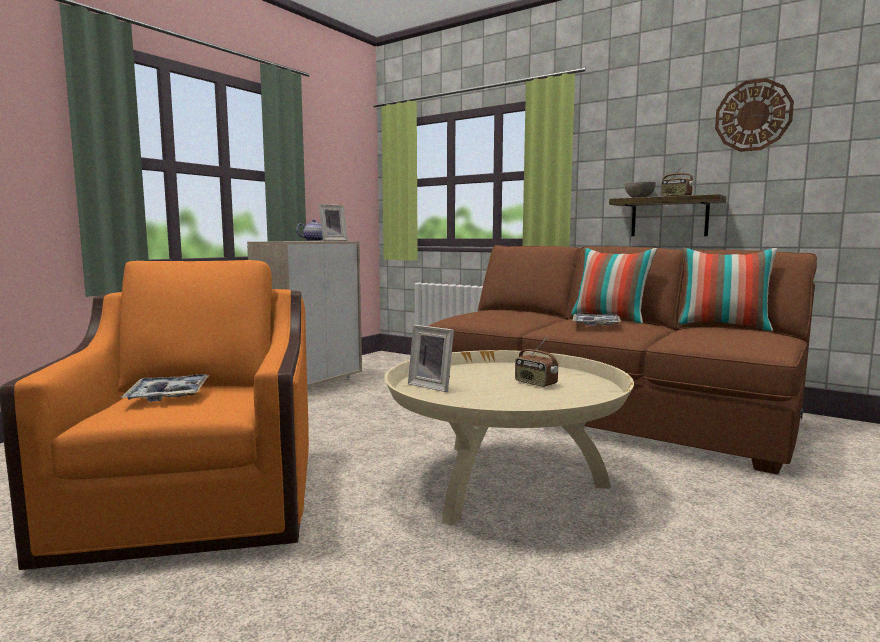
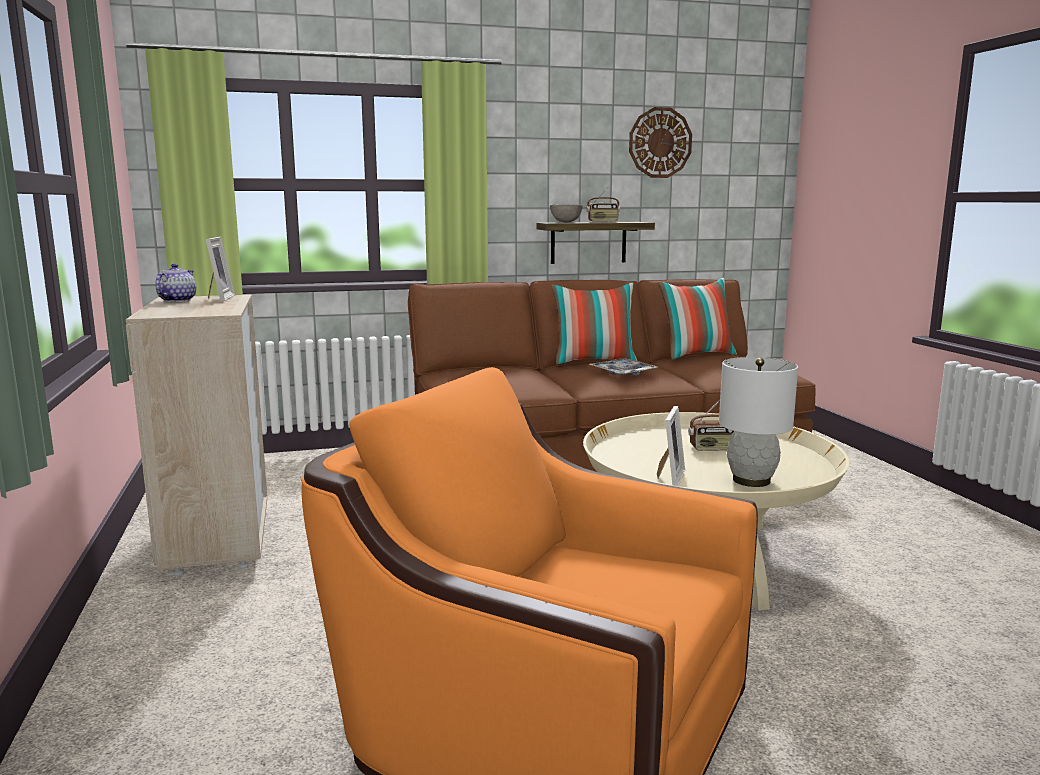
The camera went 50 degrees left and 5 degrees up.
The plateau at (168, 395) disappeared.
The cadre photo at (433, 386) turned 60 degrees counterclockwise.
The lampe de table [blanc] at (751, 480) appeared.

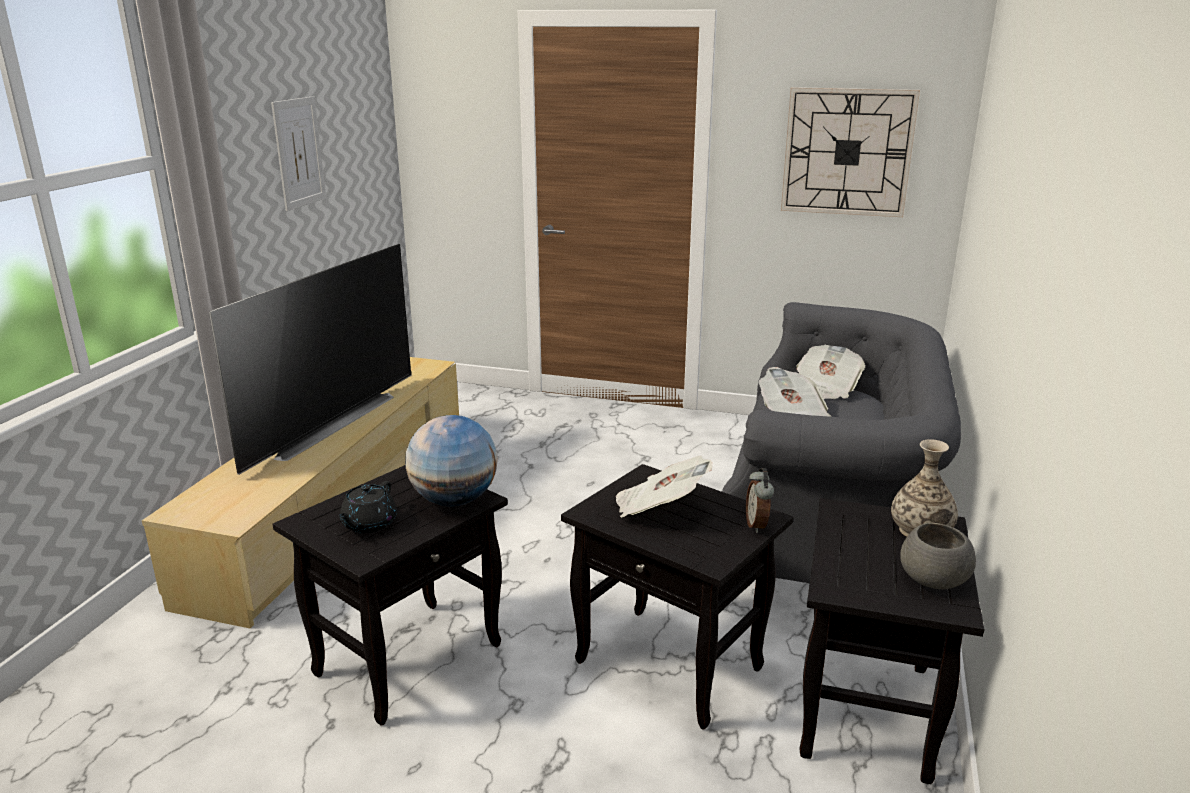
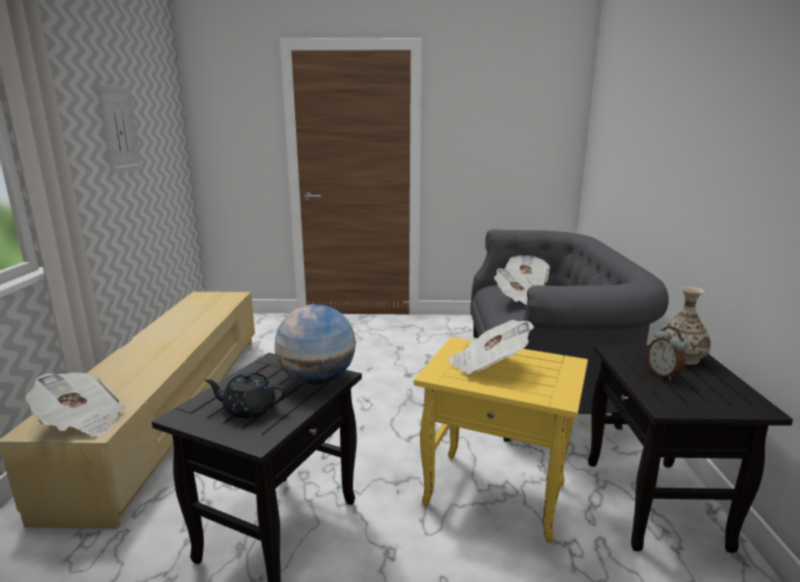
The camera went 15 degrees left and 5 degrees down.
The téléviseur at (326, 422) disappeared.
The théière [noir] at (368, 524) turned 90 degrees clockwise.
The table d'appoint [noir] at (672, 665) became the table d'appoint [jaune] at (497, 494).
The réveil moved from (757, 525) to (663, 374).
The horloge murale at (847, 152) disappeared.
The bol [gris] at (932, 580) disappeared.
The journal at (81, 422) appeared.

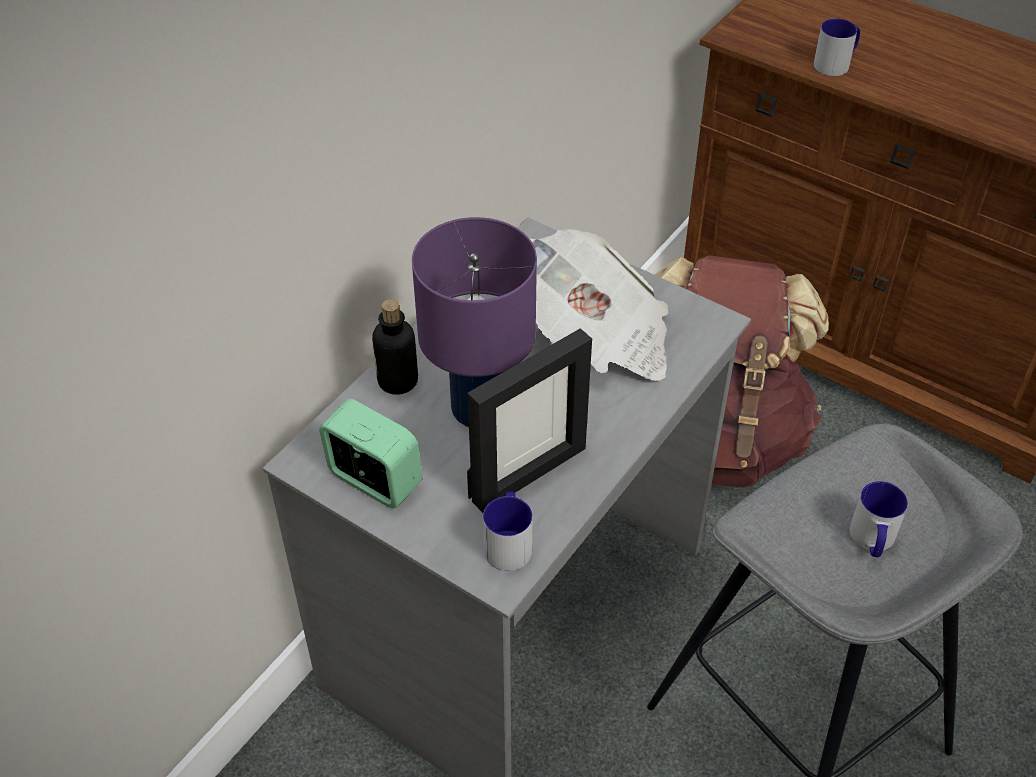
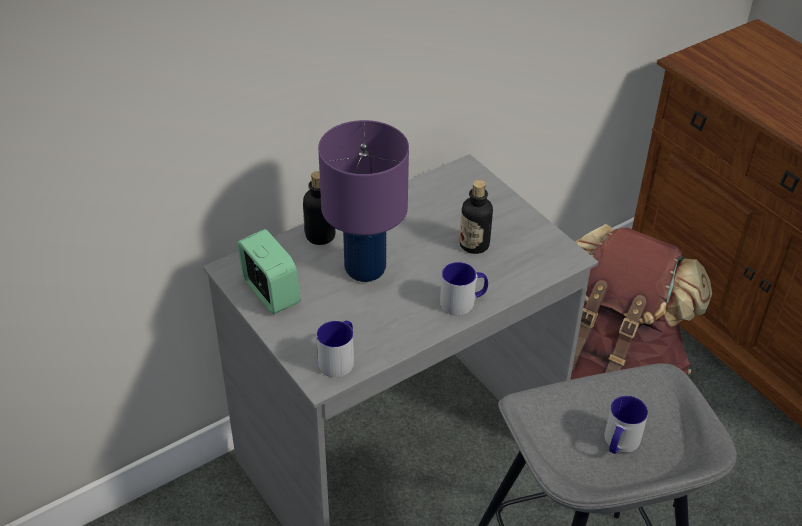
The camera went 20 degrees right and 5 degrees down.
The cadre photo at (527, 473) disappeared.
The journal at (596, 338) was replaced by the bouteille at (474, 245).
The mug moved from (836, 63) to (463, 302).

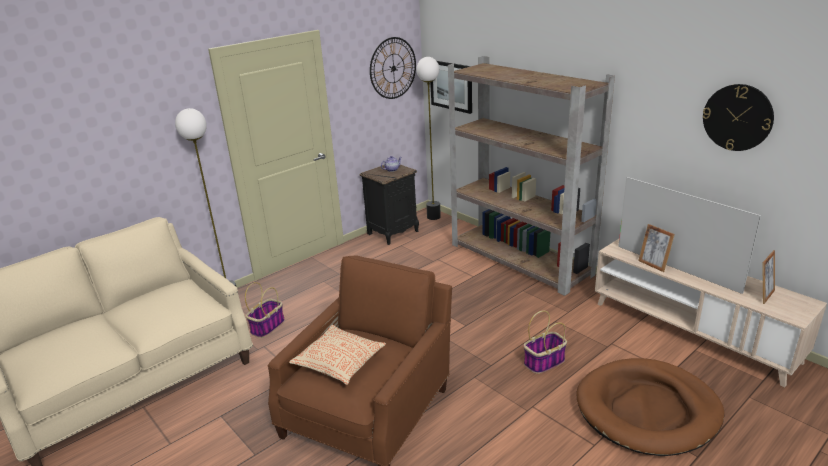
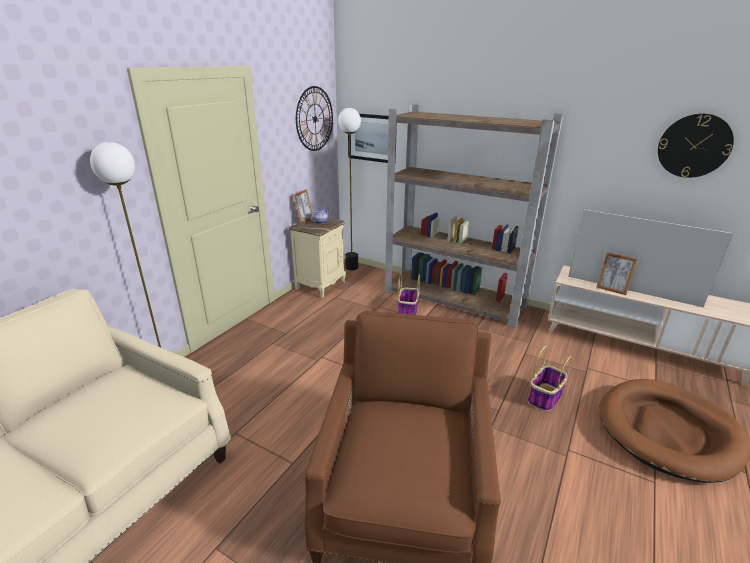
The camera went 20 degrees left and 0 degrees up.
The panier moved from (268, 326) to (407, 310).
The coussin [beige] at (340, 363) disappeared.
The table de chevet [noir] at (393, 233) became the table de chevet [beige] at (321, 285).
The cadre photo moved from (764, 295) to (304, 220).

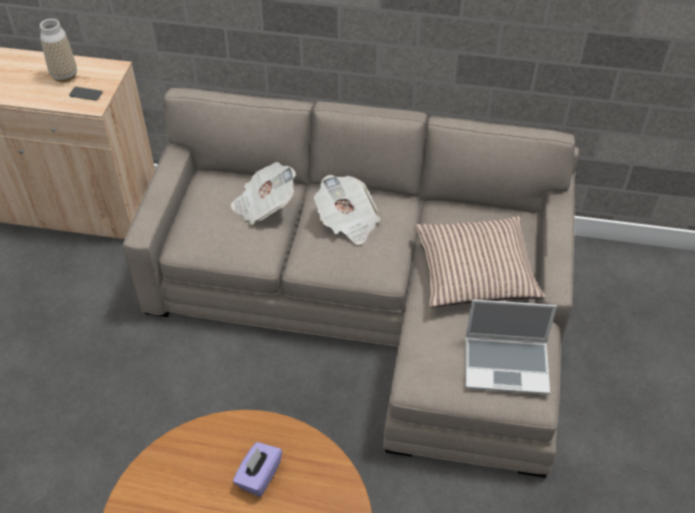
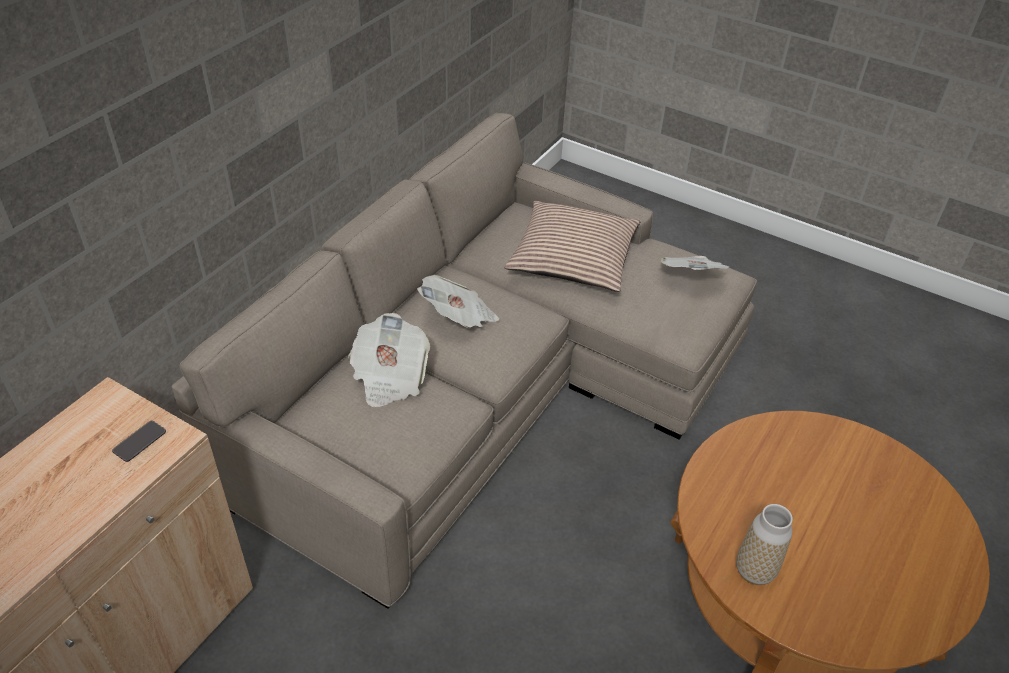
The camera went 70 degrees left and 5 degrees down.
The vase moved from (64, 76) to (754, 571).
The boîte à mouchoirs [violet] at (259, 476) disappeared.
The ordinateur portable at (507, 365) was replaced by the journal at (691, 277).

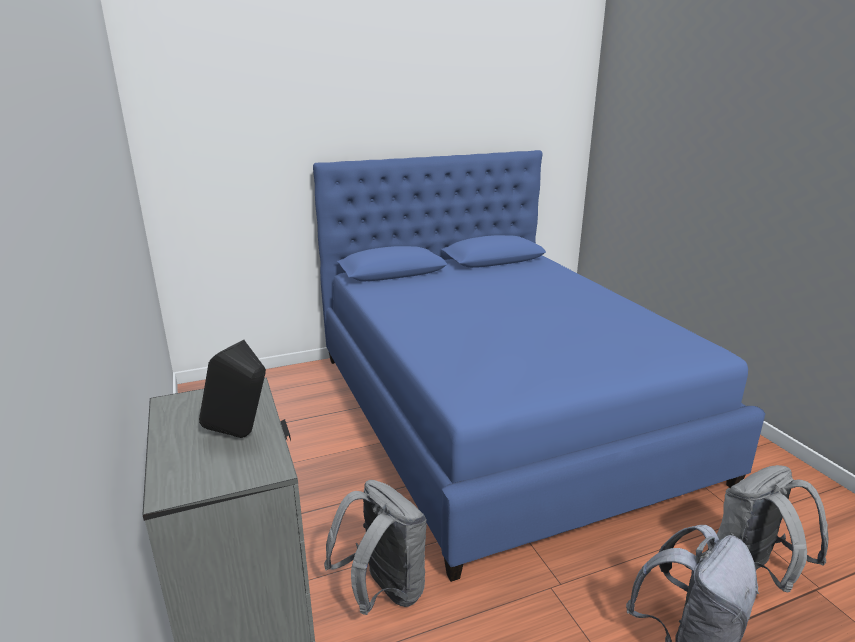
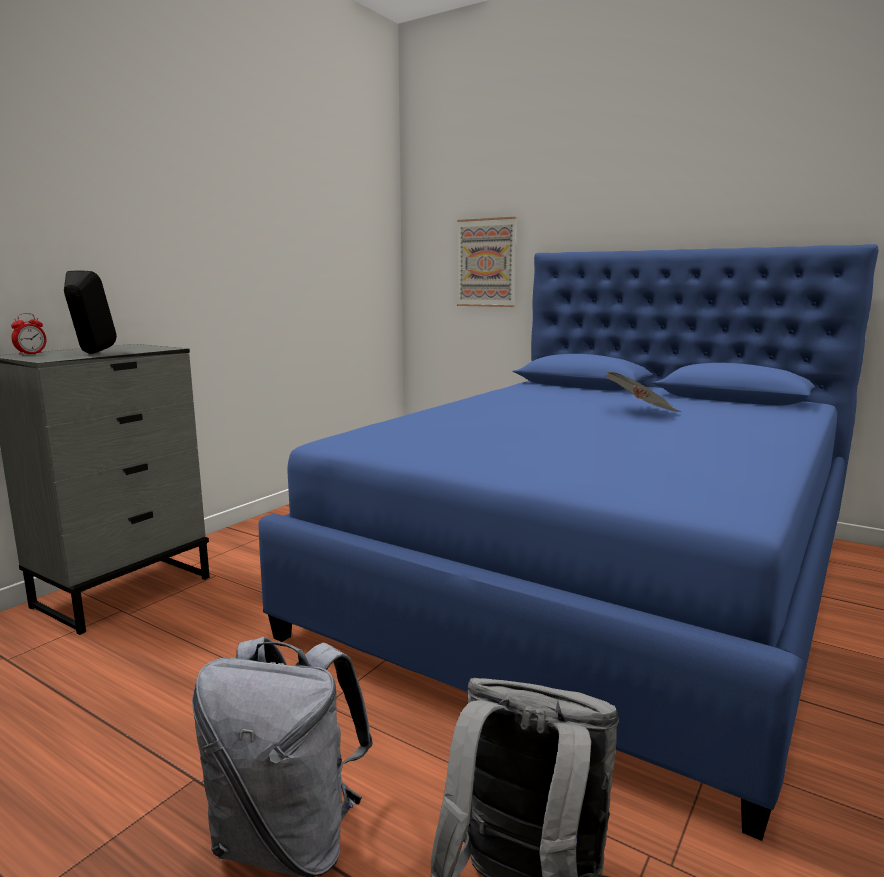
The camera went 55 degrees right and 10 degrees down.
The sac à dos [gris] at (383, 591) disappeared.
The réveil at (31, 354) appeared.
The tableau at (486, 263) appeared.
The journal at (641, 412) appeared.

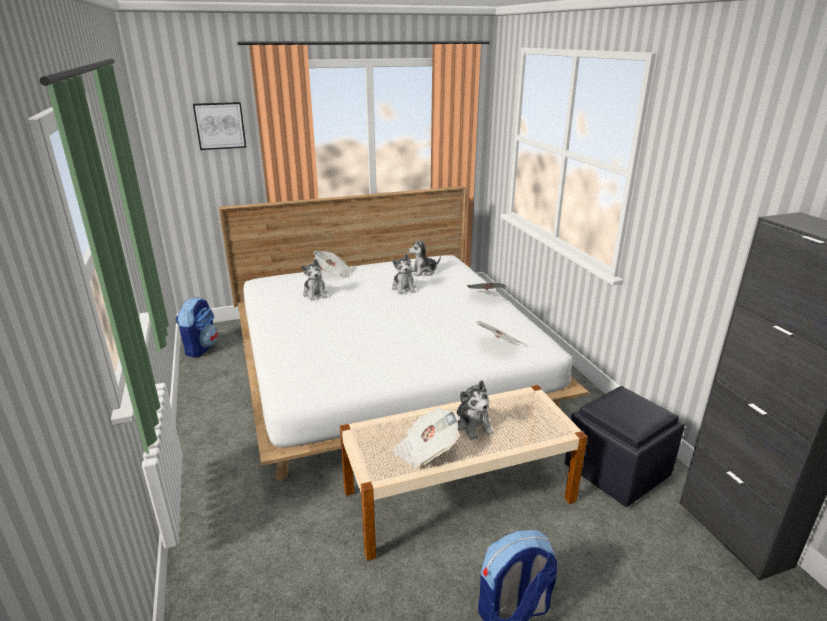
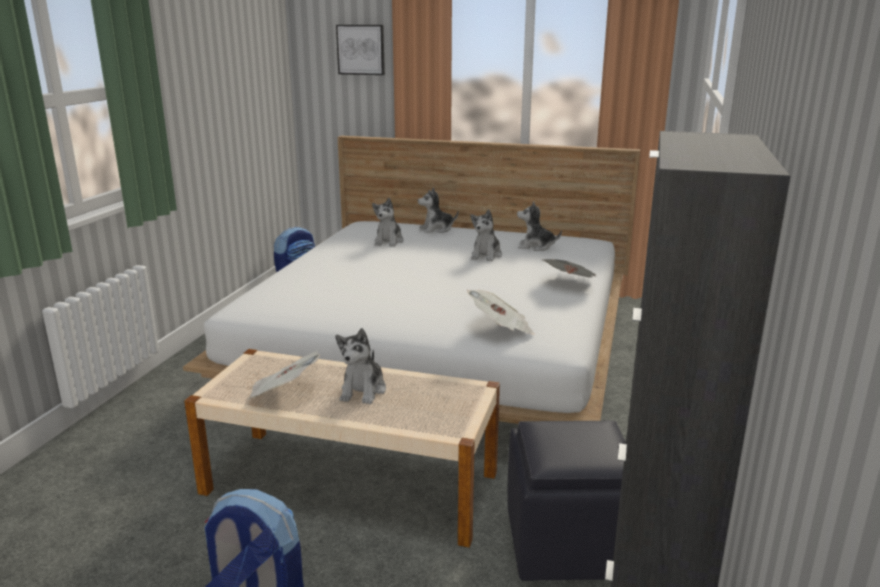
The camera went 35 degrees right and 5 degrees down.
The journal at (334, 273) was replaced by the peluche at (436, 229).

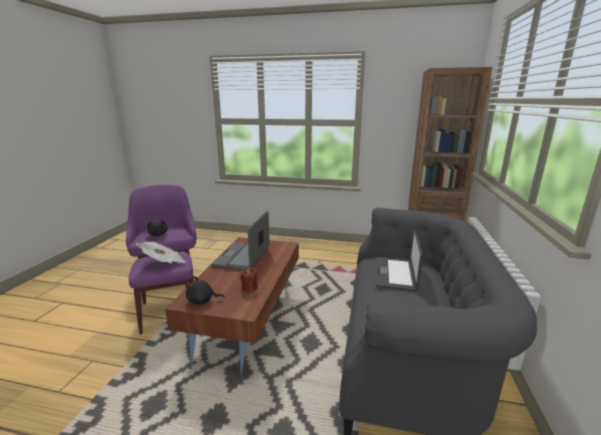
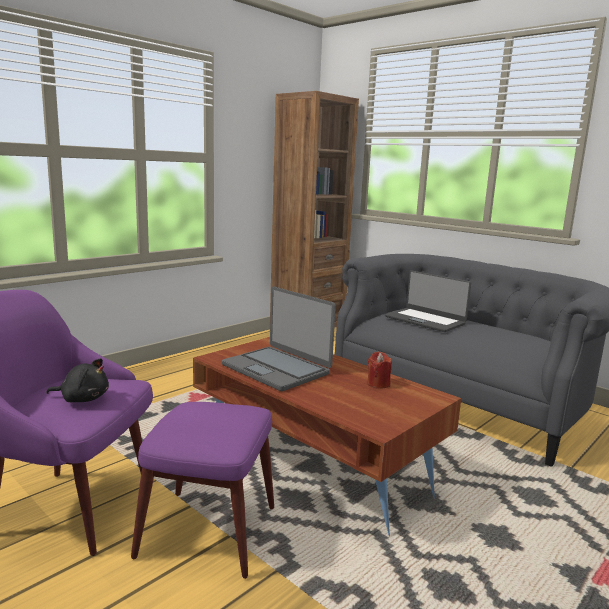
The camera went 60 degrees left and 5 degrees down.
The journal at (164, 263) disappeared.
The peluche [noir] at (202, 301) disappeared.

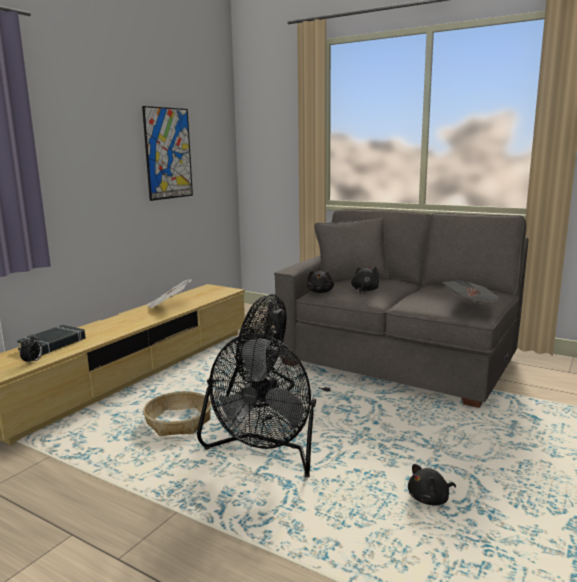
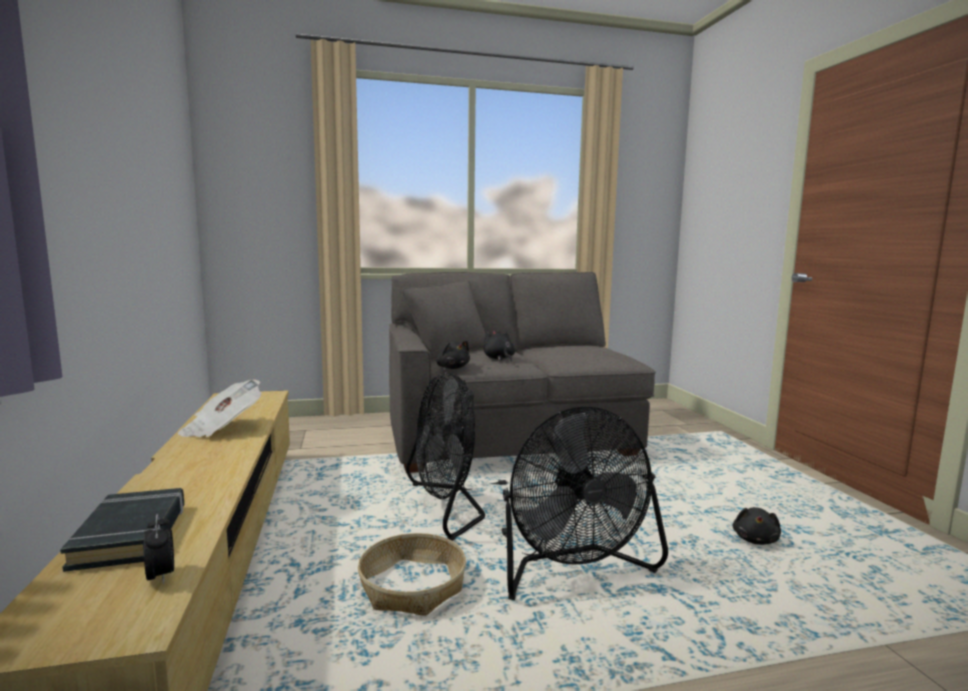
The camera went 45 degrees left and 5 degrees down.
The tableau at (168, 153) disappeared.
The journal at (471, 307) disappeared.

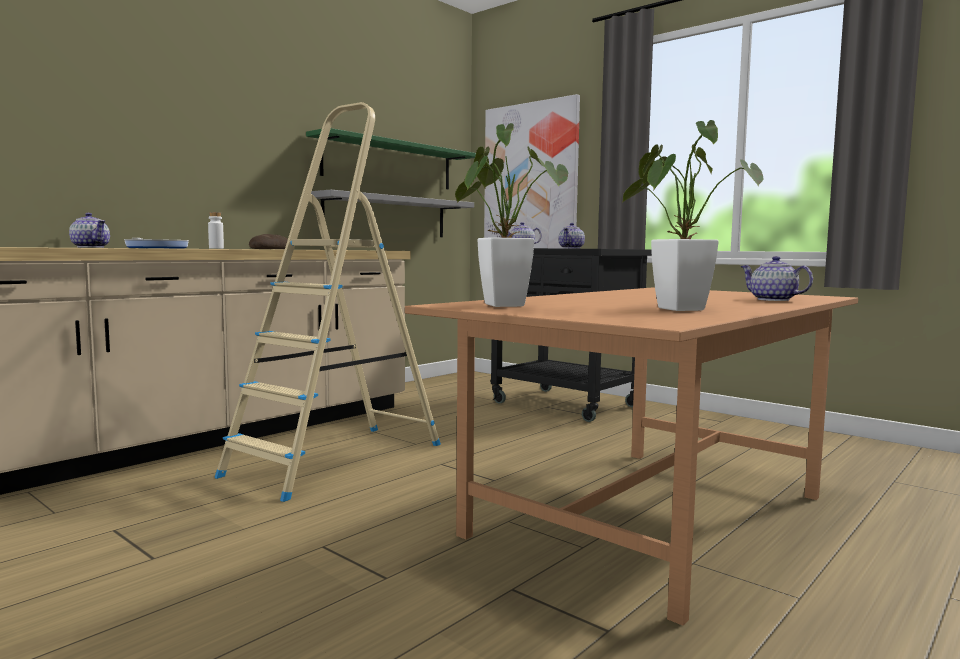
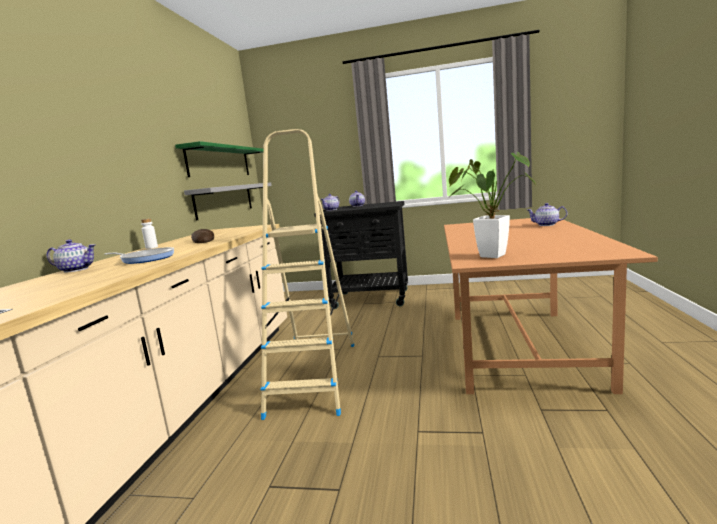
The camera went 30 degrees left and 5 degrees up.
The tableau at (531, 181) disappeared.
The plante en pot at (675, 308) disappeared.

